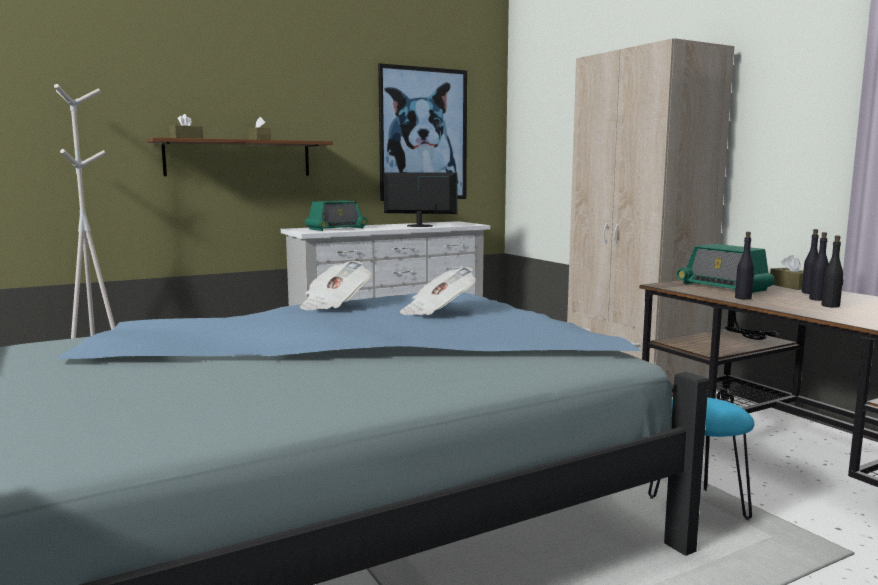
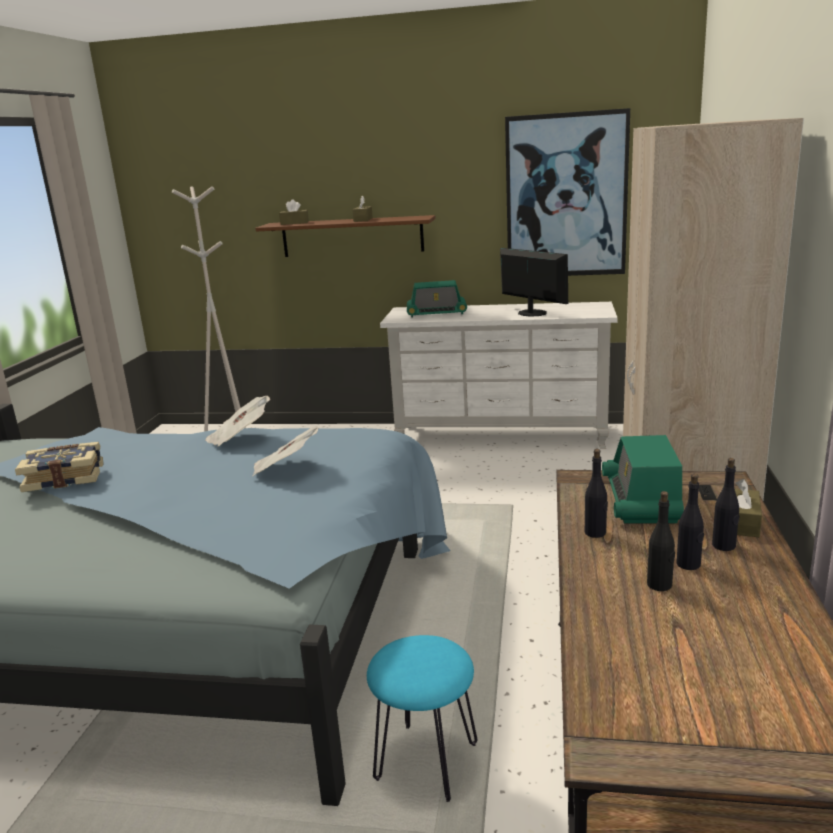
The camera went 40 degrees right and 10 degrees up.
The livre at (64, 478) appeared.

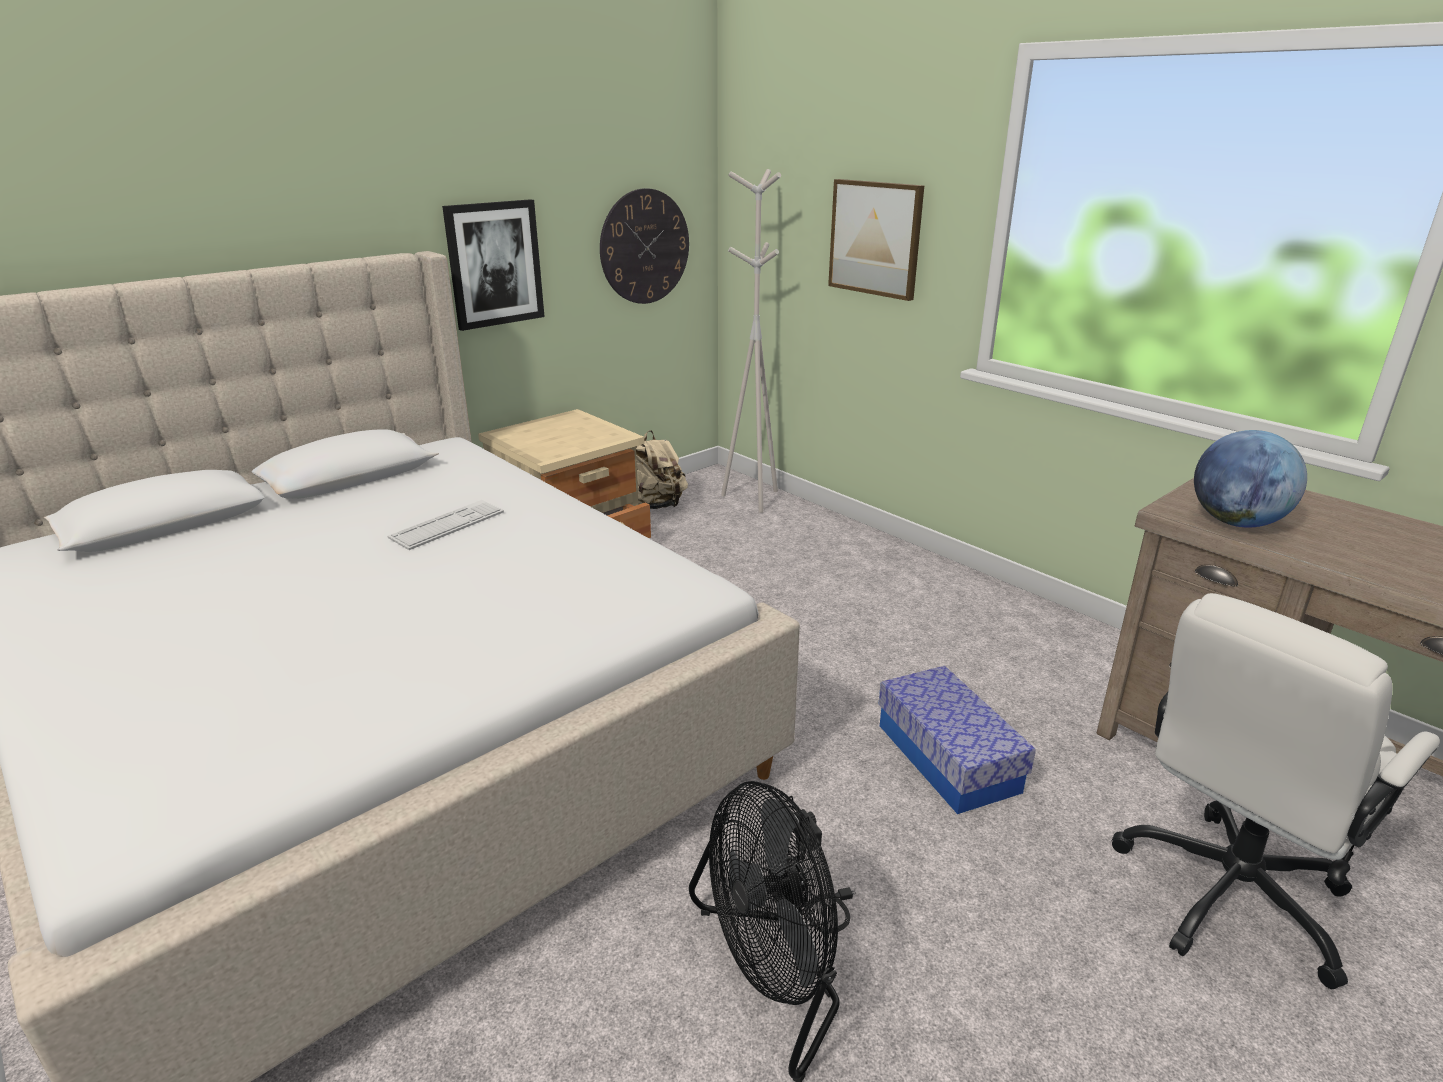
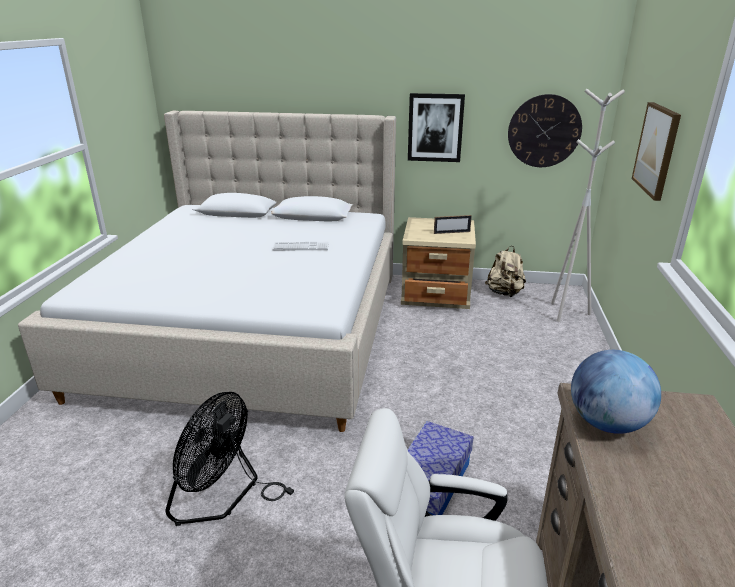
The camera went 50 degrees right and 0 degrees up.
The cadre photo at (452, 232) appeared.

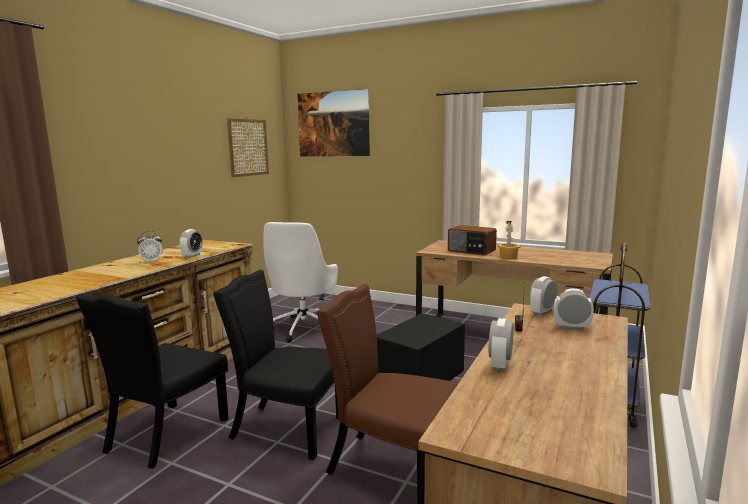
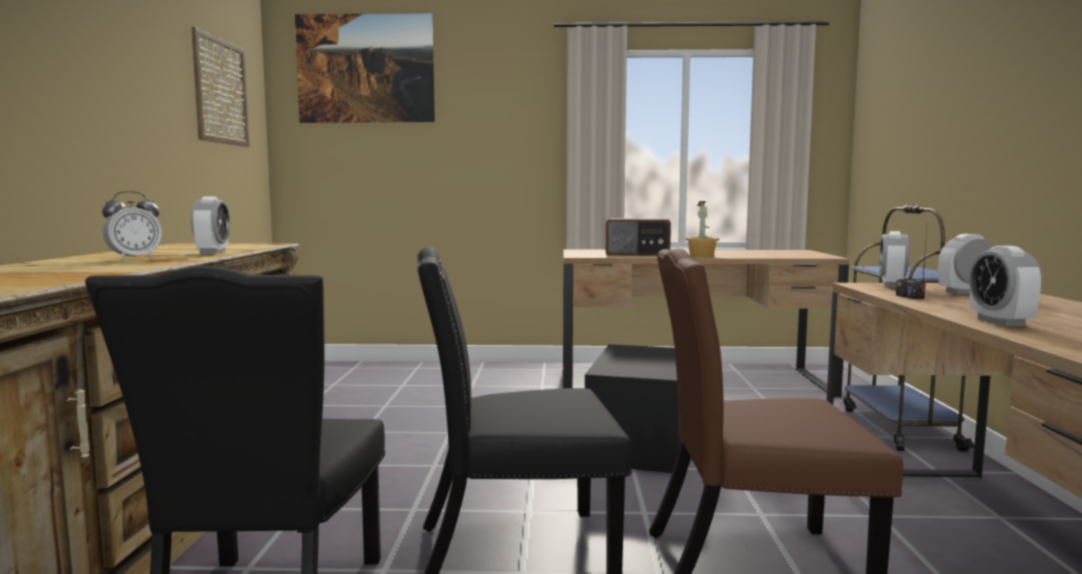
The camera went 25 degrees left and 5 degrees down.
The chaise de bureau [blanc] at (303, 328) disappeared.

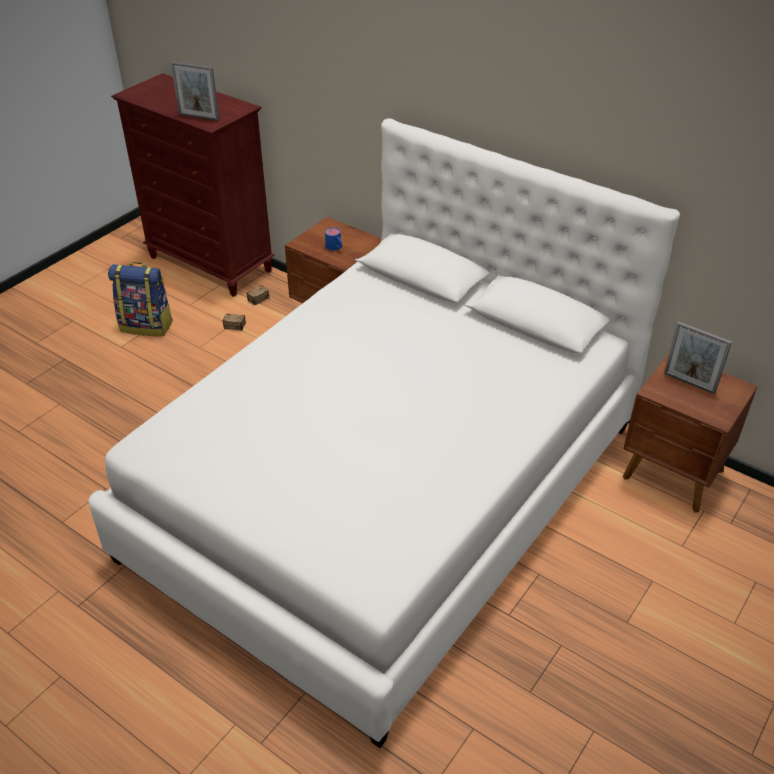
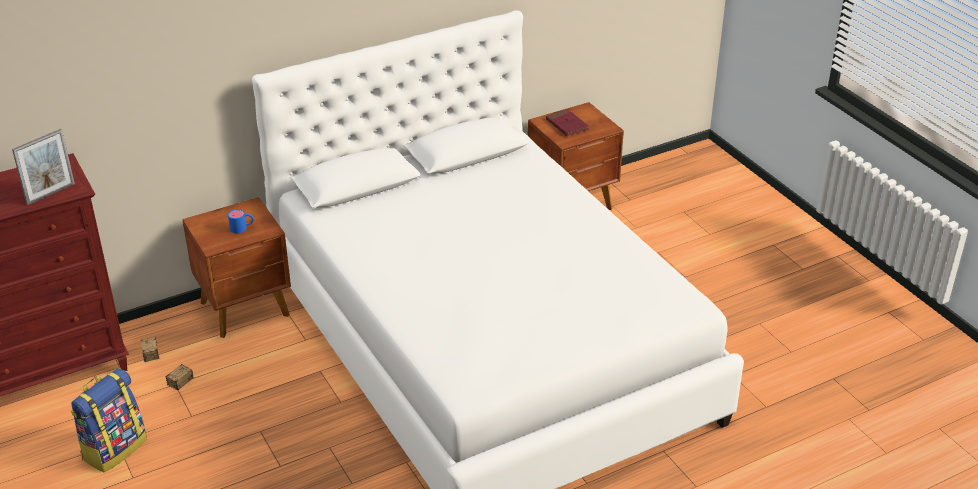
The camera went 65 degrees left and 5 degrees down.
The cadre photo at (689, 383) was replaced by the livre [rouge] at (567, 125).

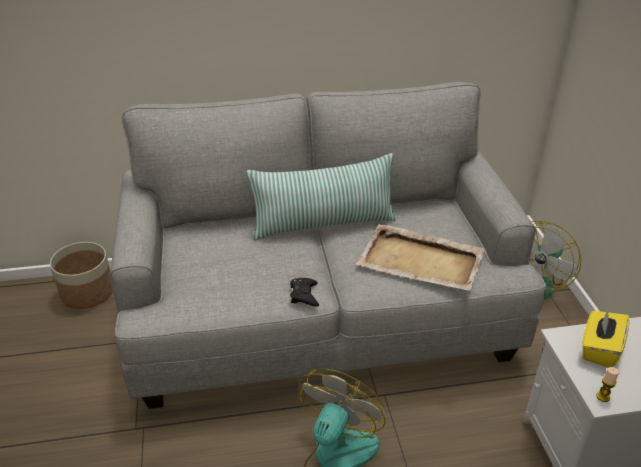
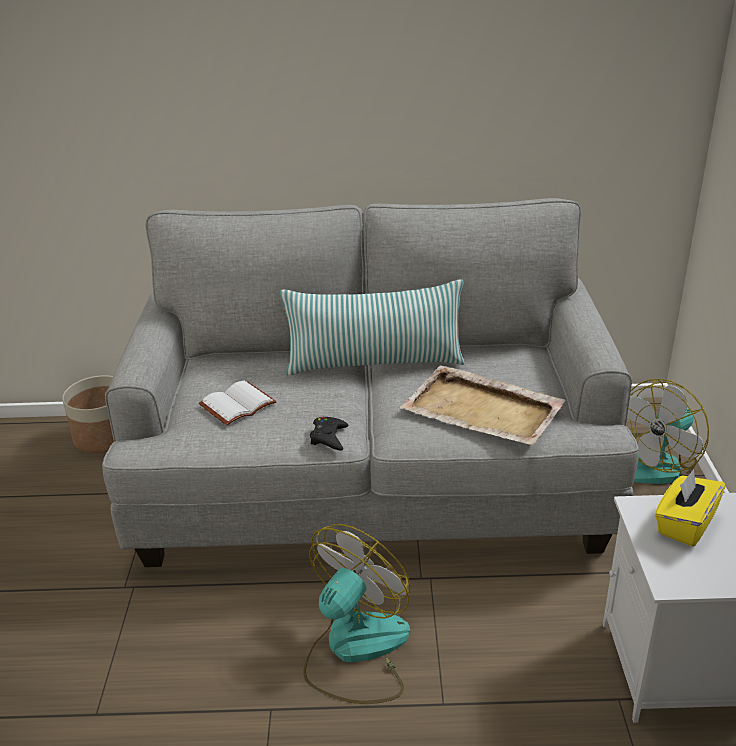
The camera went 10 degrees right and 5 degrees down.
The bougie at (603, 396) disappeared.
The livre [blanc] at (237, 403) appeared.

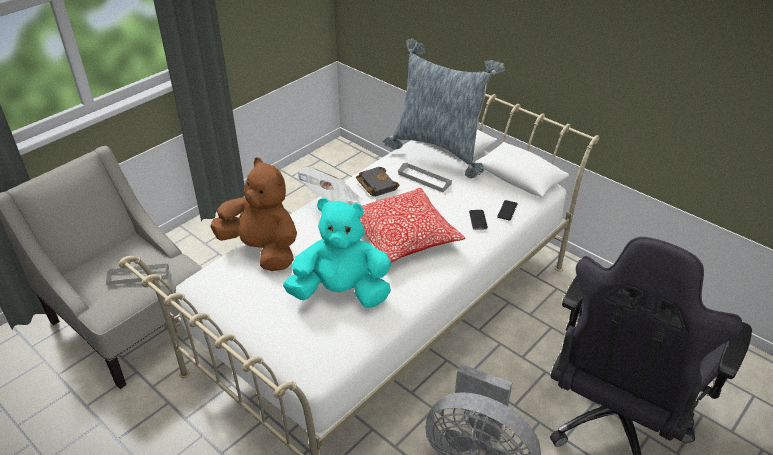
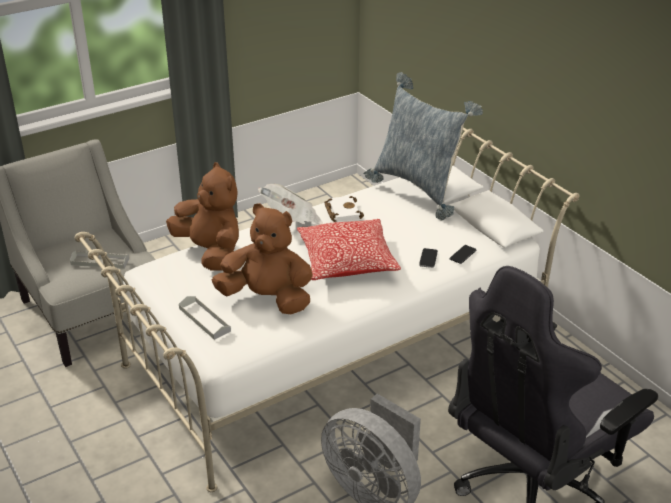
The camera went 15 degrees right and 5 degrees down.
The peluche [turquoise] at (341, 293) became the peluche [marron] at (267, 299).
The livre [noir] at (375, 184) became the livre [blanc] at (342, 212).
The plateau [gris] moved from (424, 179) to (204, 320).

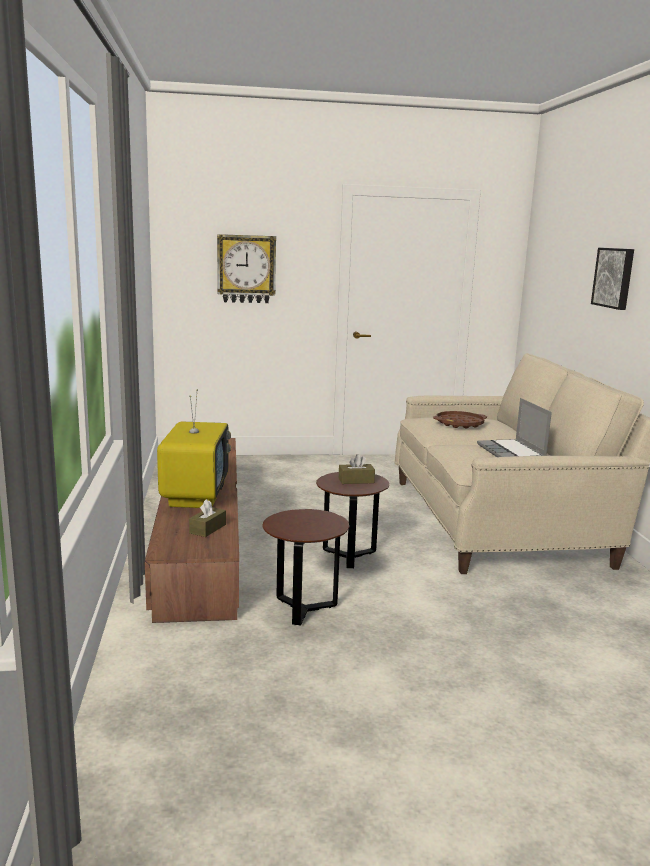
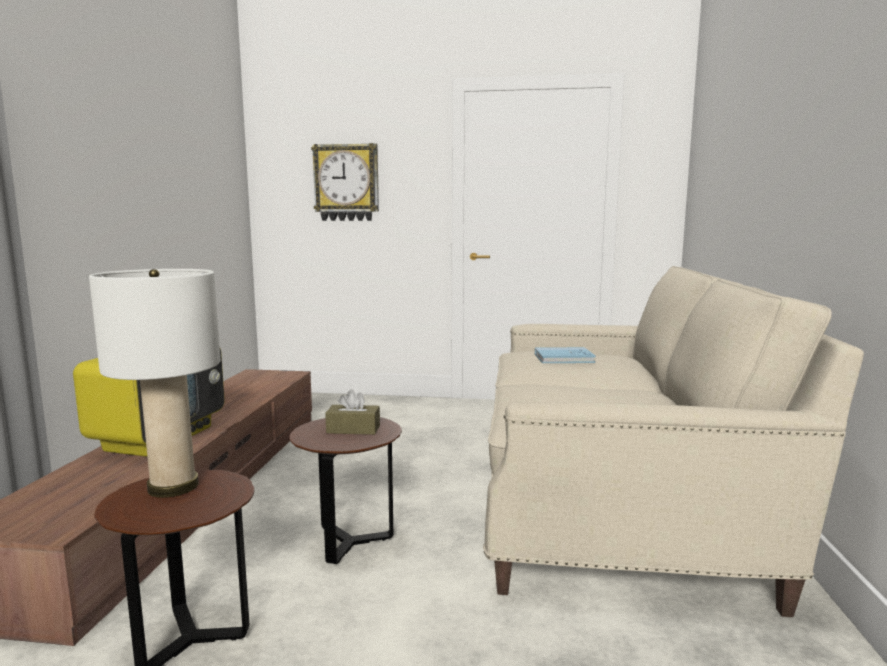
The camera went 15 degrees right and 5 degrees down.
The boîte à mouchoirs [marron] at (207, 529) disappeared.
The plateau [marron] at (459, 424) was replaced by the livre [bleu] at (564, 358).
The ordinateur portable at (512, 452) disappeared.
The tableau at (614, 278) disappeared.
The lampe de table [blanc] at (174, 487) appeared.

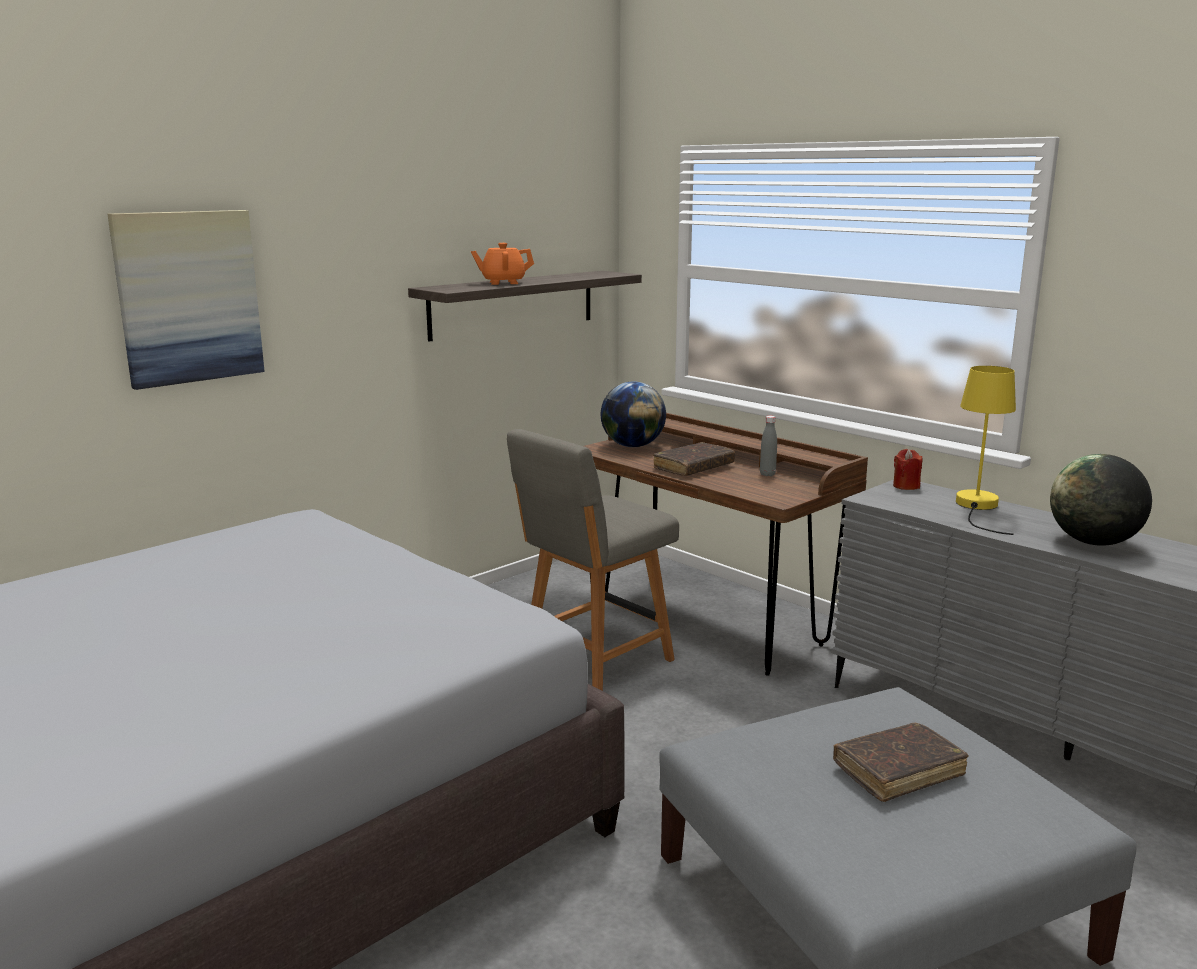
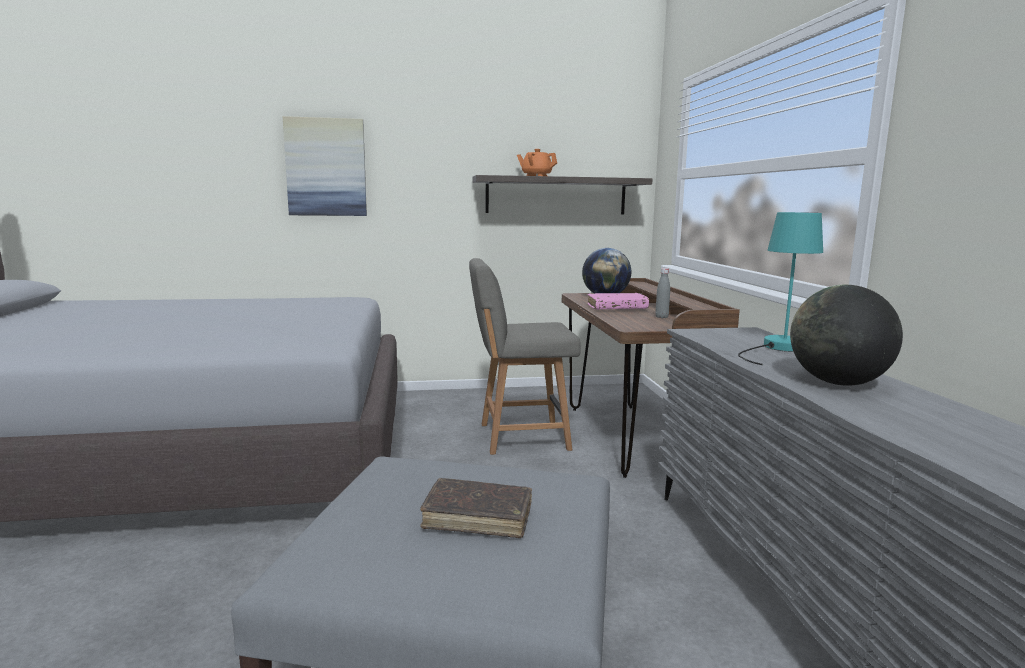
The camera went 35 degrees right and 5 degrees down.
The livre [marron] at (693, 467) became the livre [rose] at (617, 308).
The bougie [rouge] at (906, 486) disappeared.
The lampe de table [jaune] at (977, 507) became the lampe de table [turquoise] at (777, 349).

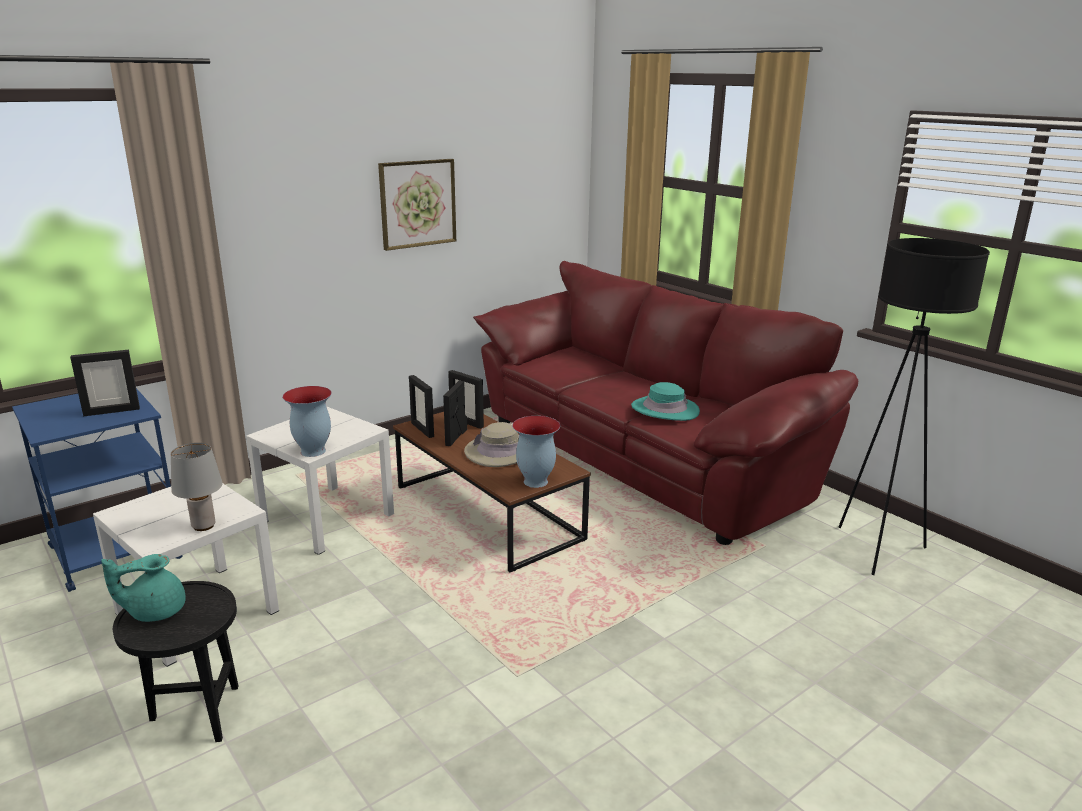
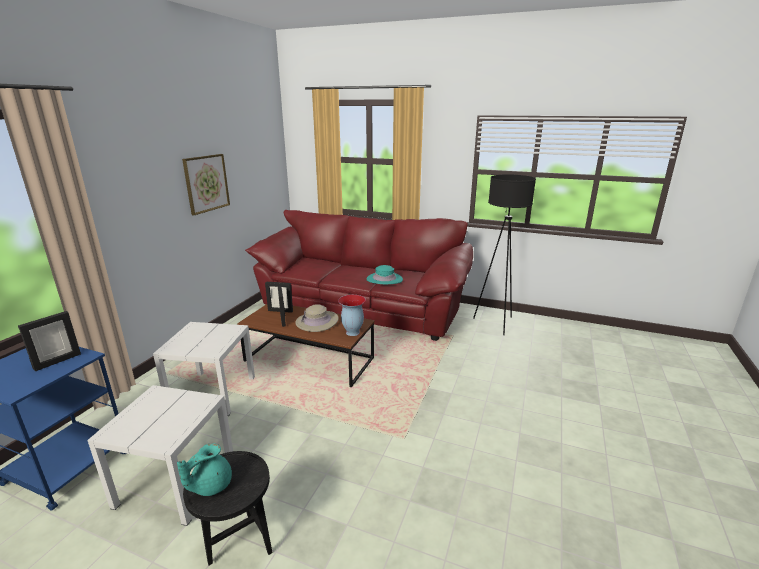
The camera went 30 degrees left and 0 degrees up.
The lampe de table [gris] at (203, 526) disappeared.
The vase at (312, 451) disappeared.
The cadre photo at (423, 429) disappeared.

